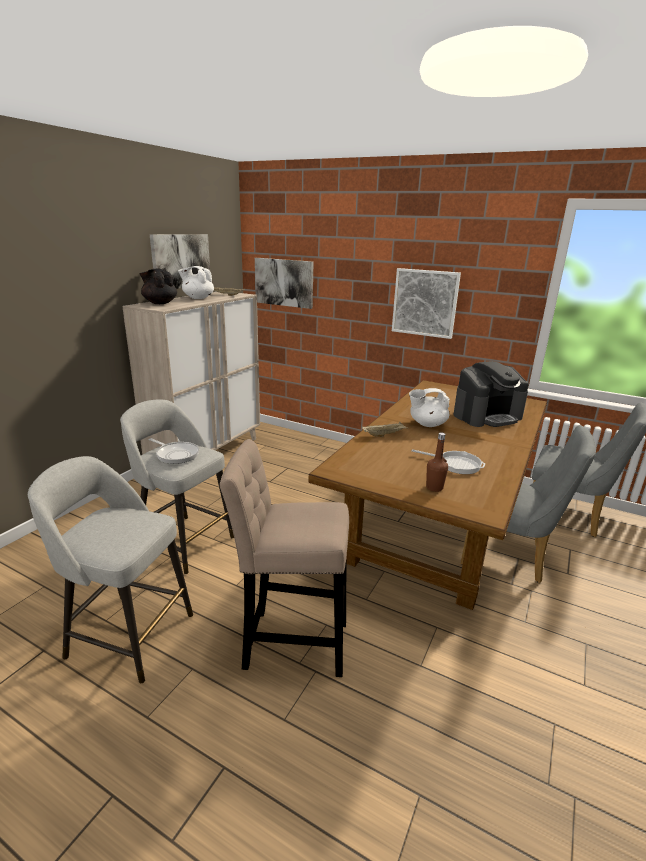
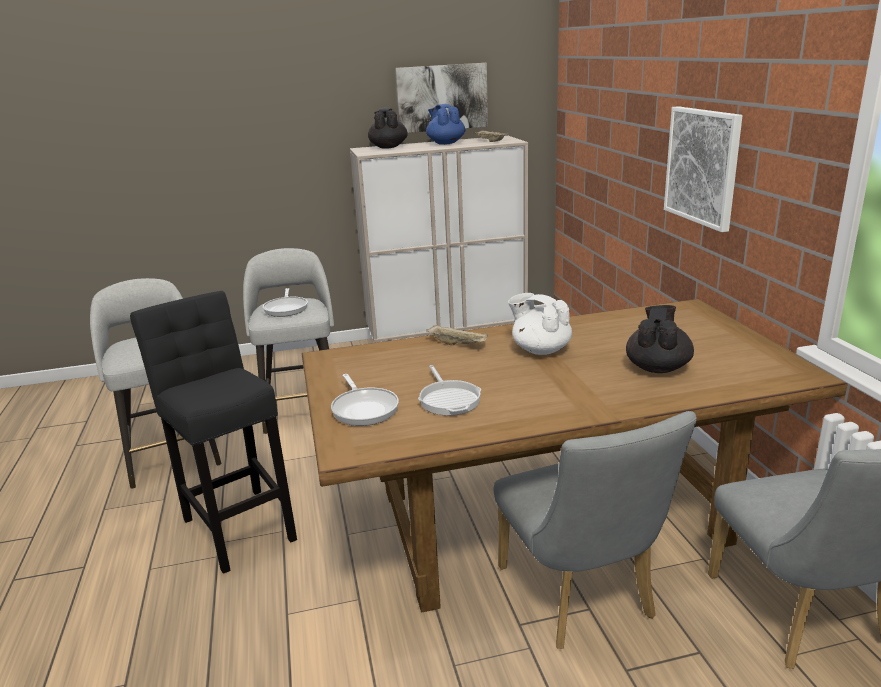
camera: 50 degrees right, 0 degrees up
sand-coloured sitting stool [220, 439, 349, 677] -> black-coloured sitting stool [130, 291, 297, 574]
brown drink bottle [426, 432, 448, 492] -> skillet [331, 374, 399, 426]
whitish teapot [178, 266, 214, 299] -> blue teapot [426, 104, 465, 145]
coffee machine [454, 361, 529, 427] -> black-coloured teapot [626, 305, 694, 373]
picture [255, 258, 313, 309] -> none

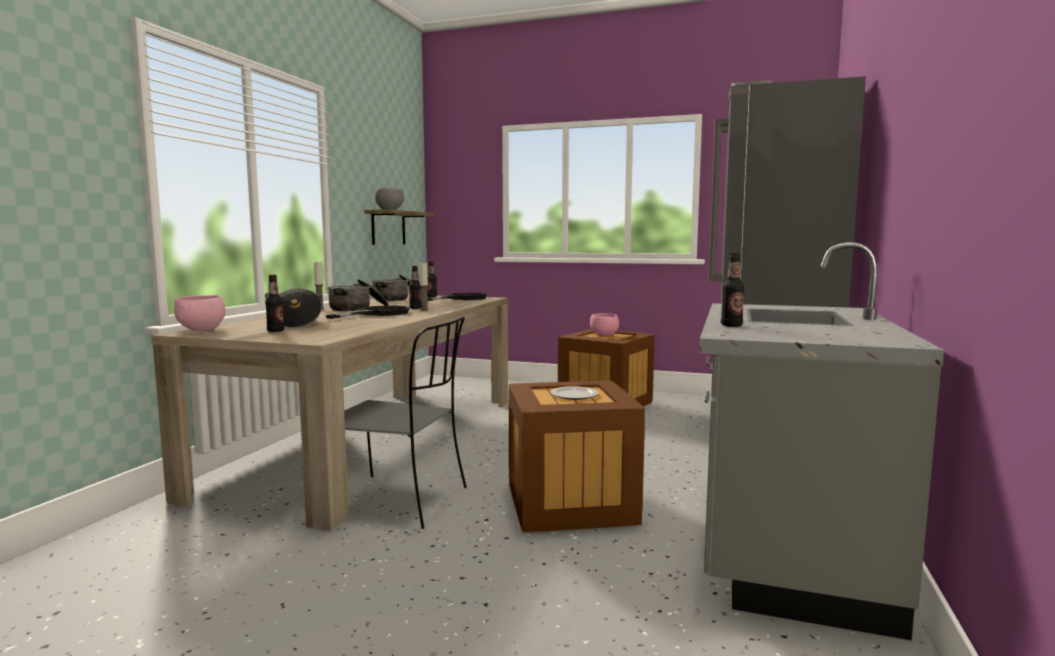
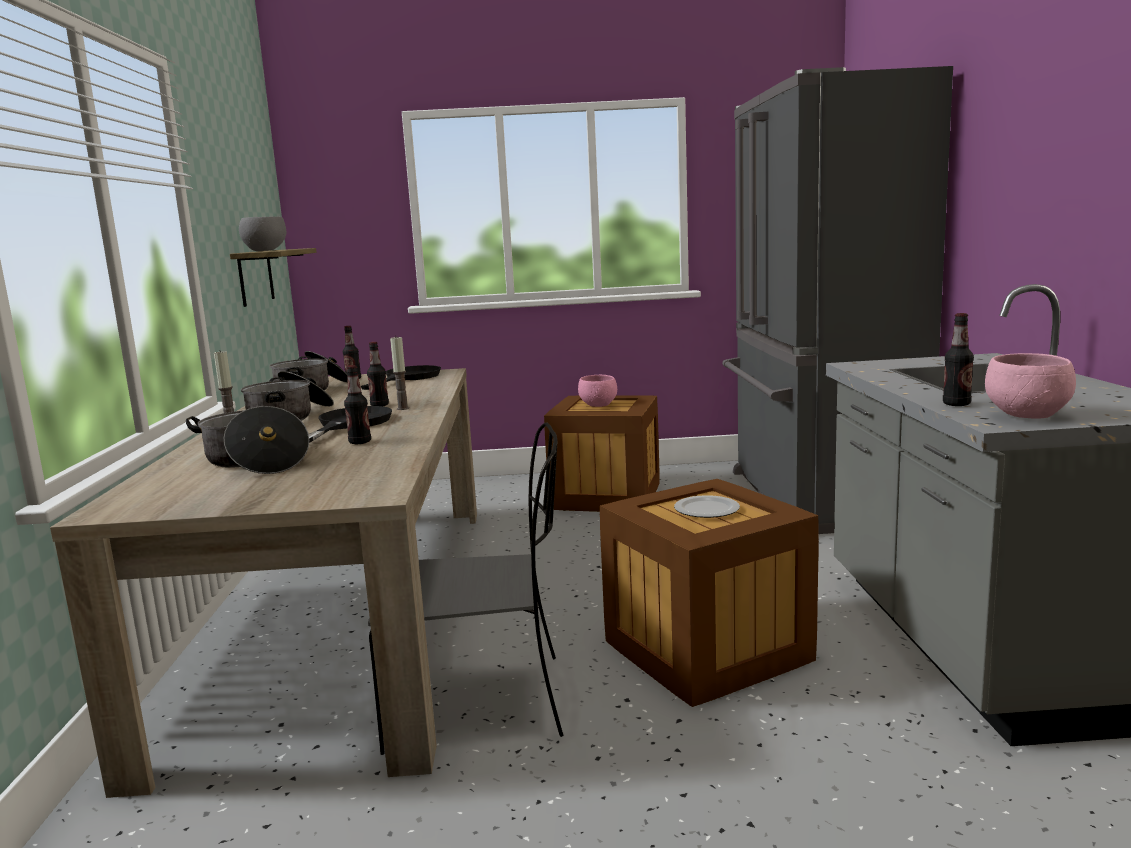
camera: 20 degrees left, 5 degrees up
drink bottle [265, 275, 284, 332] -> drink bottle [344, 365, 371, 444], shifted
pinkish bowl [174, 295, 226, 331] -> pinkish bowl [985, 353, 1076, 419], shifted

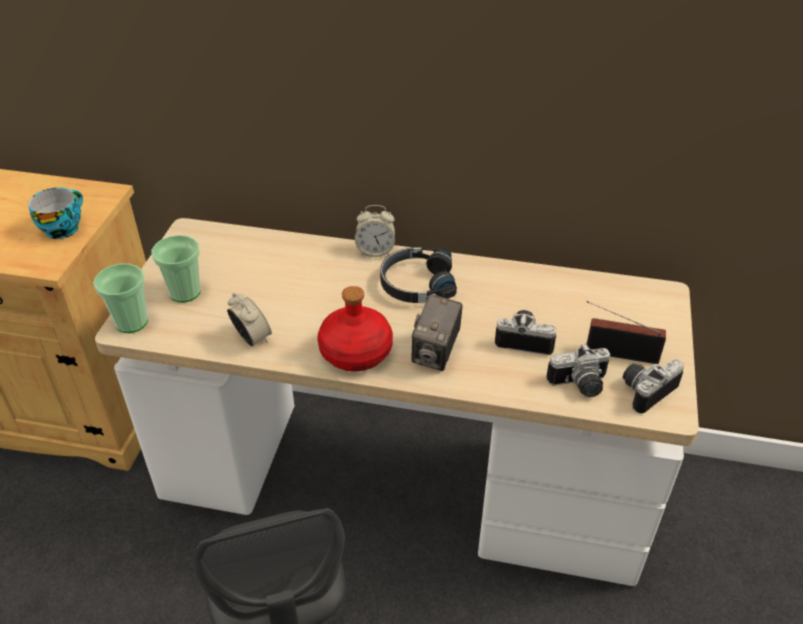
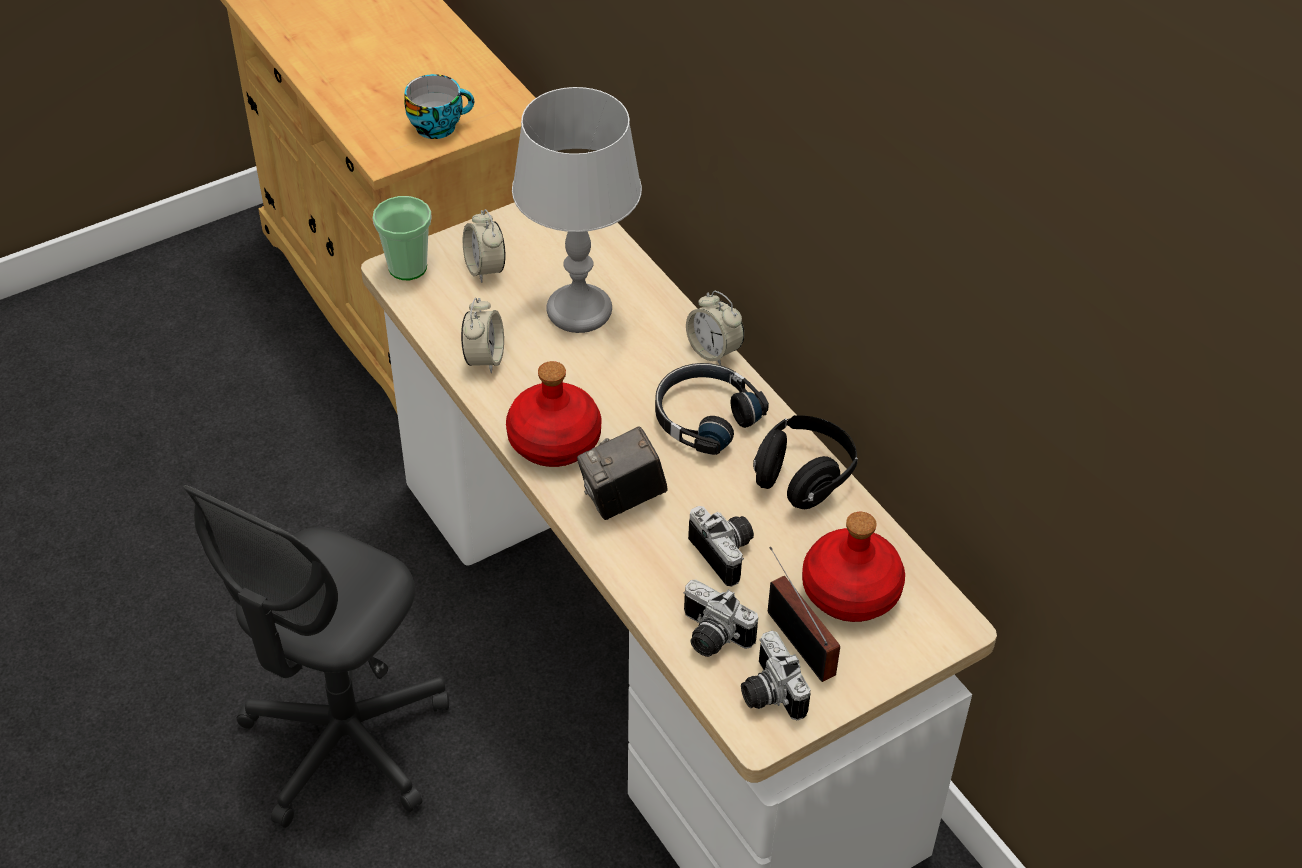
camera: 45 degrees right, 5 degrees up
drinking cup [152, 235, 201, 303] -> bedside clock [463, 209, 505, 283]
none -> greyish lamp for a table [512, 87, 642, 333]
photo camera [623, 359, 684, 414] -> photo camera [741, 631, 811, 721], 120 degrees counterclockwise
none -> black-coloured headset [753, 415, 858, 509]
none -> red drink bottle [802, 512, 905, 622]

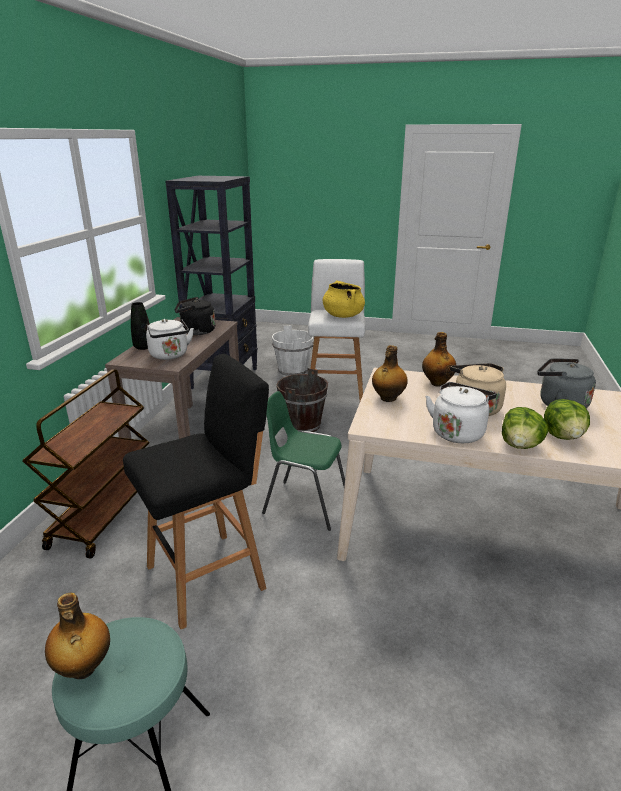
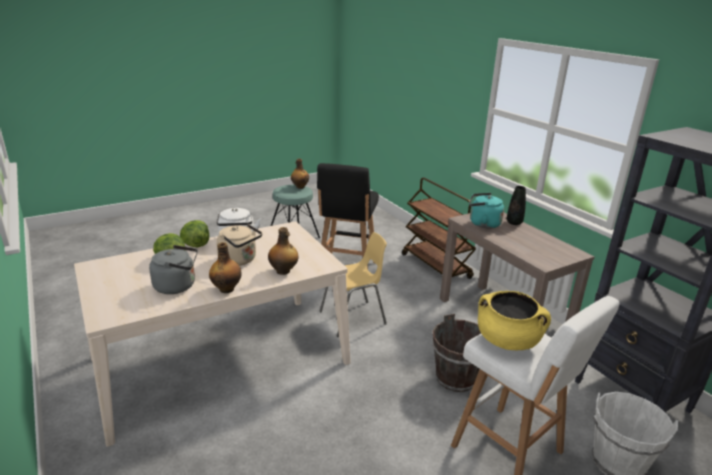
camera: 135 degrees right, 0 degrees up
drink bottle [372, 345, 408, 402] -> drink bottle [209, 242, 241, 293], shifted
greenish chair [262, 391, 345, 531] -> yellow chair [319, 232, 387, 337]
whitish tea kettle [146, 319, 194, 360] -> turquoise-coloured tea kettle [469, 193, 504, 229]
black-coloured tea kettle [175, 297, 216, 335] -> none

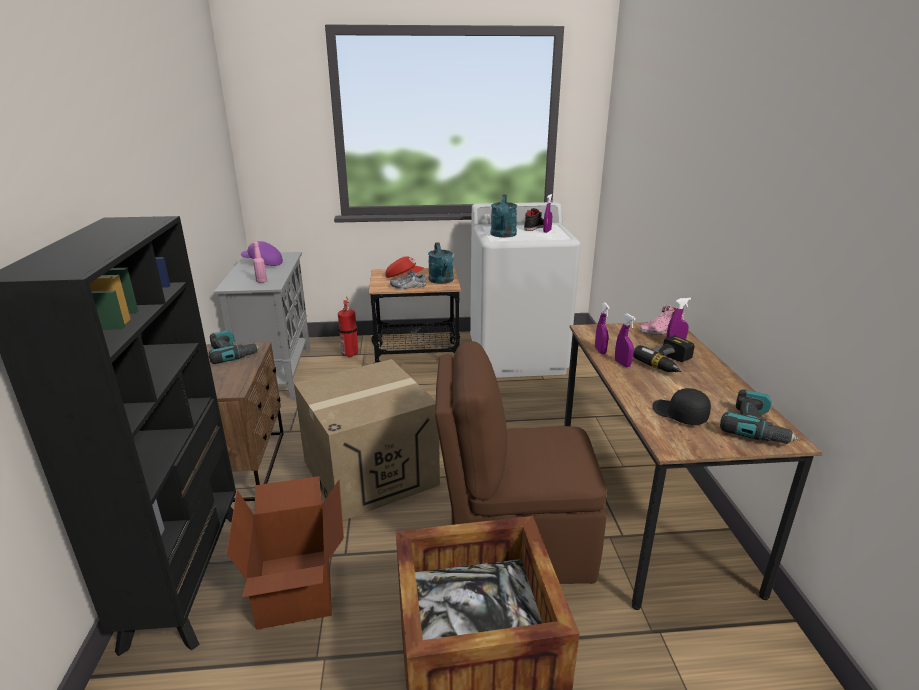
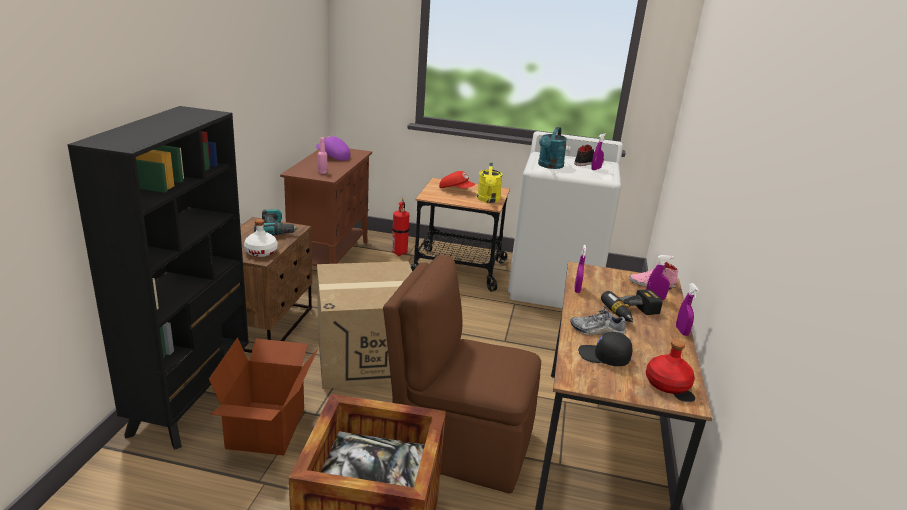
camera: 15 degrees right, 0 degrees up
none -> whitish drink bottle [244, 219, 278, 257]
greyish cupboard [214, 252, 310, 400] -> brown cupboard [280, 148, 372, 266]
turquoise-coloured watering pot [428, 242, 454, 284] -> yellow watering pot [477, 163, 503, 203]
item of footwear [390, 268, 427, 290] -> item of footwear [570, 306, 625, 335], shifted
black-coloured peaked cap [653, 388, 711, 425] -> black-coloured peaked cap [578, 332, 633, 366], 45 degrees counterclockwise
drill [720, 389, 800, 444] -> red drink bottle [646, 339, 695, 394]
purple-coloured hand sprayer [615, 314, 636, 367] -> purple-coloured hand sprayer [676, 283, 699, 336], shifted

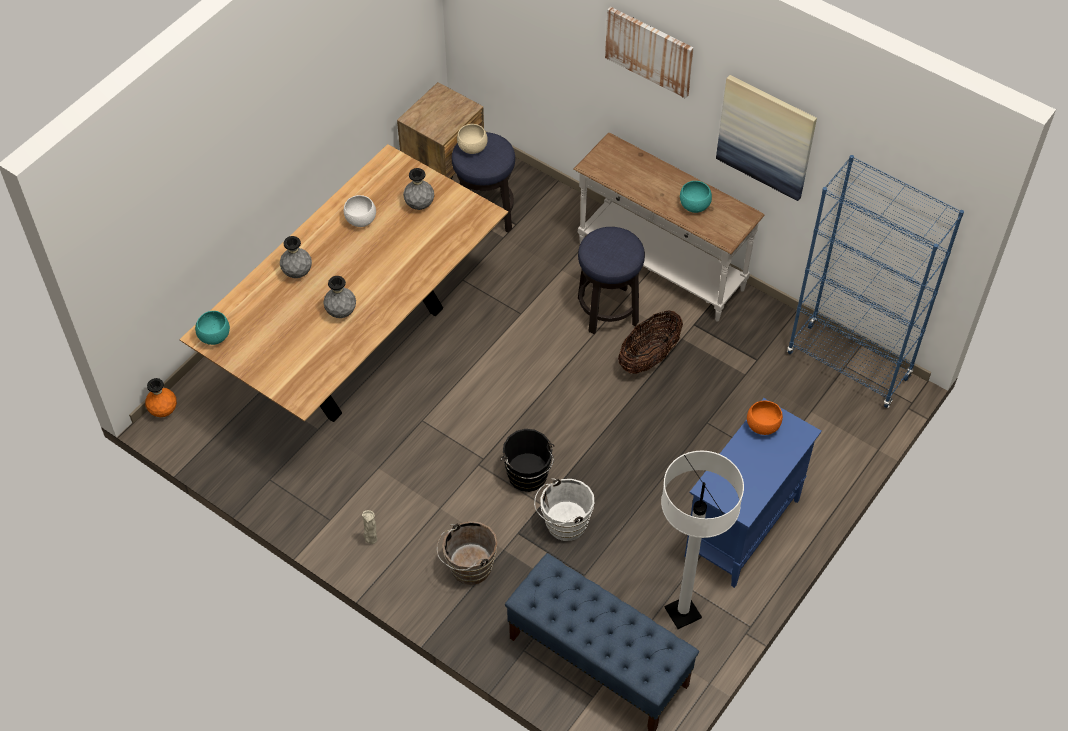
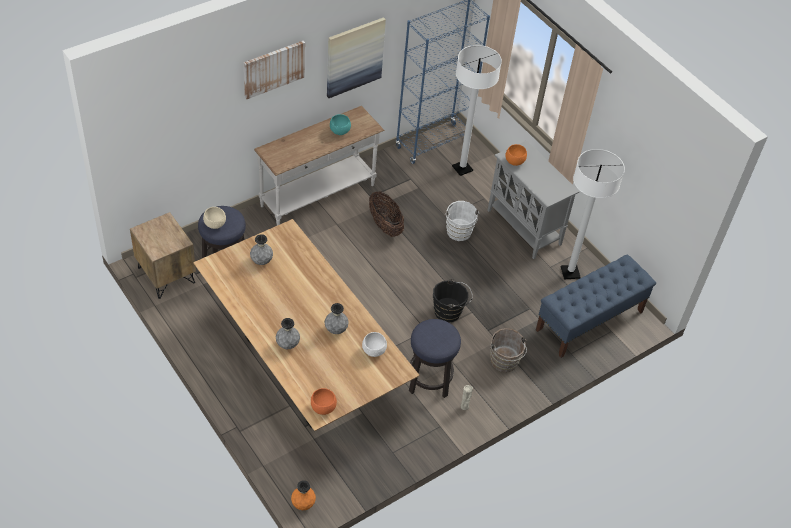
camera: 75 degrees left, 5 degrees down
turquoise-coloured bowl [195, 311, 230, 345] -> orange-coloured bowl [311, 388, 337, 415]
whitish bowl [344, 195, 376, 227] -> whitish bowl [362, 332, 387, 357], shifted
sitting stool [578, 227, 645, 334] -> sitting stool [409, 319, 461, 398], shifted
whitish water bucket [534, 478, 594, 541] -> whitish water bucket [445, 201, 479, 241], shifted
none -> whitish floor lamp [452, 45, 502, 176]
blue cupboard [684, 398, 822, 588] -> greyish cupboard [487, 140, 579, 259]

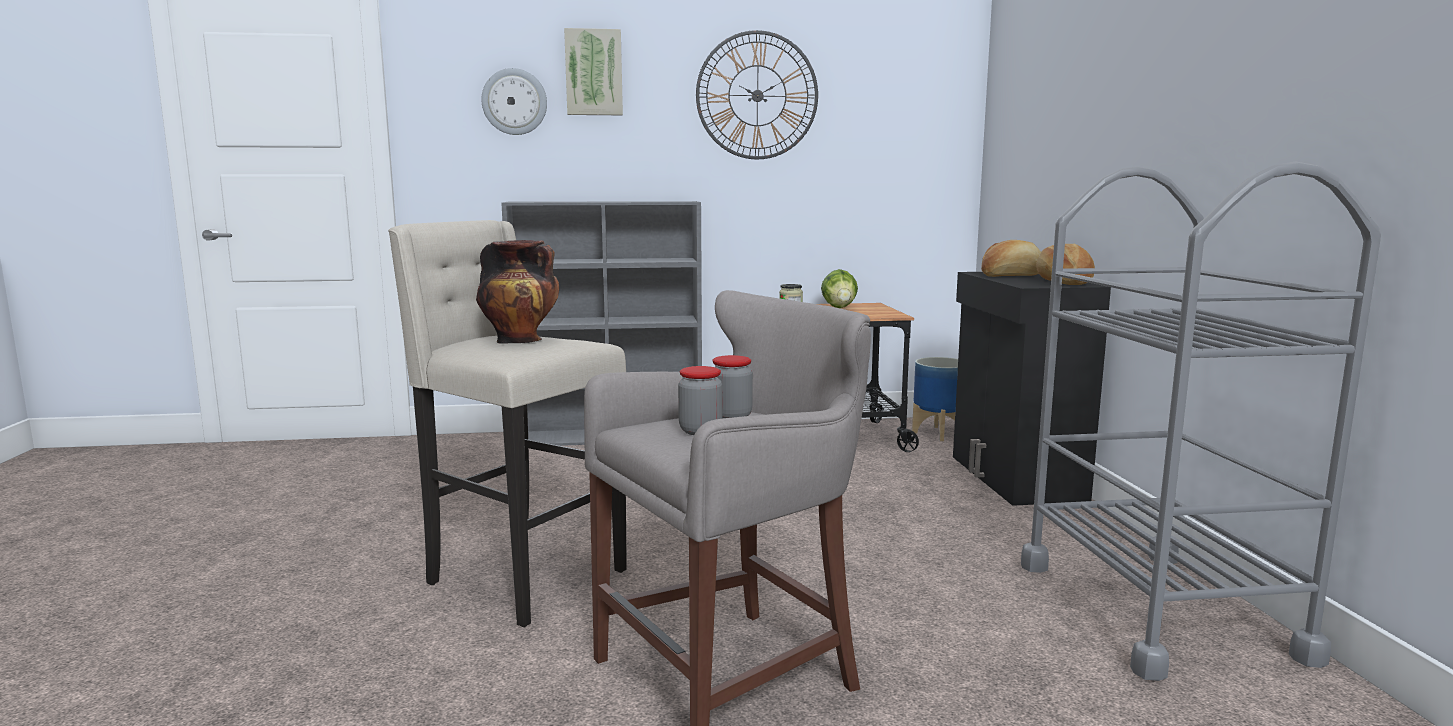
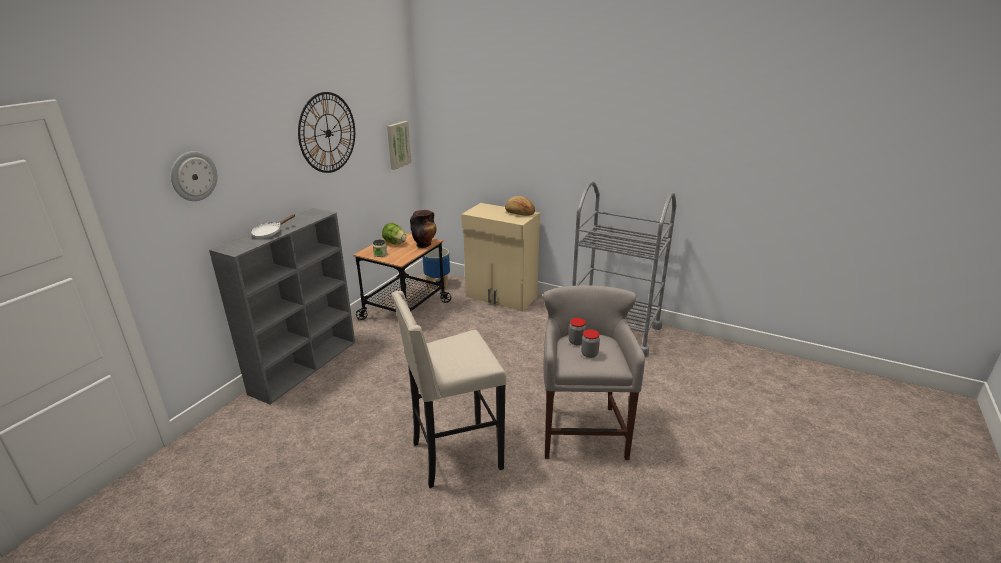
camera: 55 degrees left, 15 degrees up
none -> whitish skillet [251, 214, 295, 238]
picture [564, 28, 623, 115] -> picture [387, 121, 411, 170], shifted
flower vase [476, 240, 559, 344] -> flower vase [410, 210, 437, 248], shifted
black-coloured cupboard [953, 272, 1111, 506] -> sand-coloured cupboard [461, 203, 540, 311]
baked bread [981, 240, 1041, 277] -> none

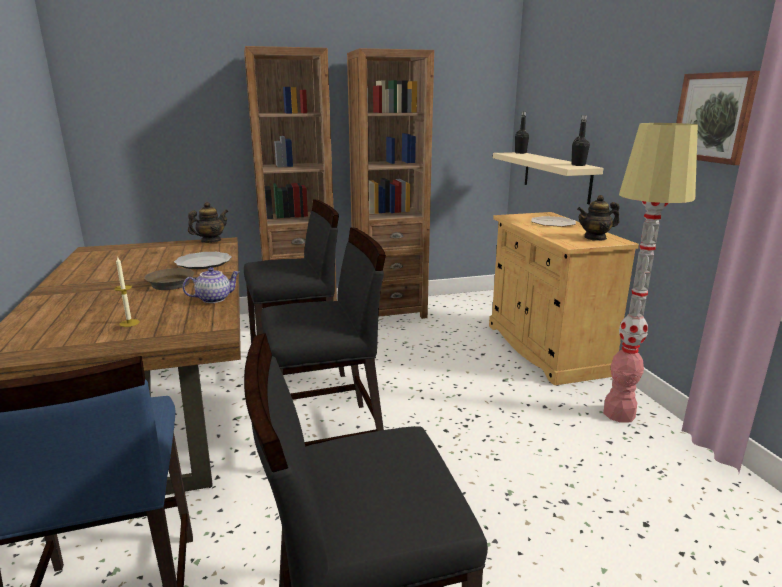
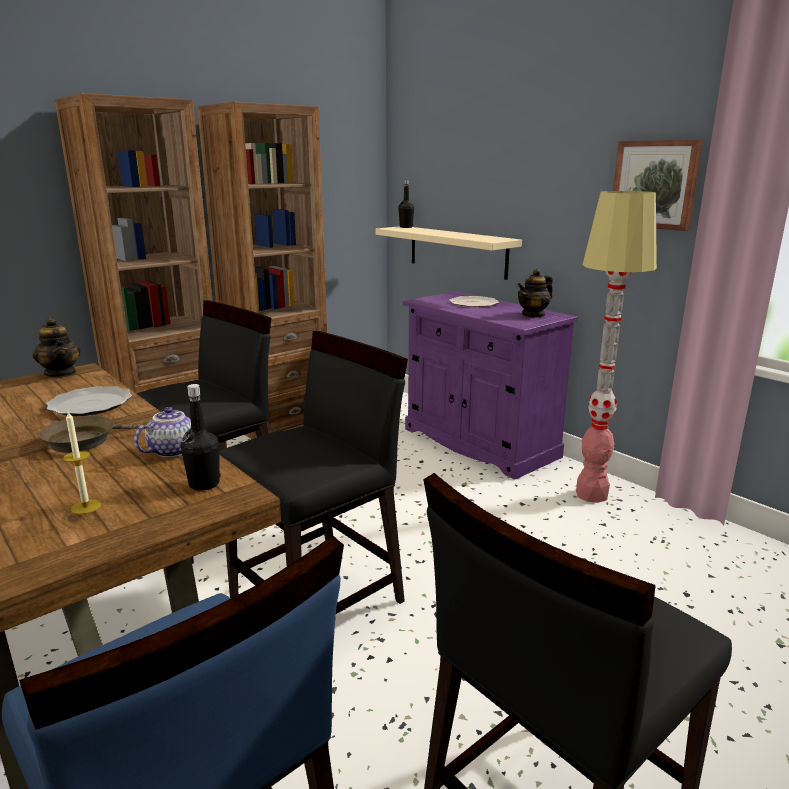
camera: 25 degrees left, 0 degrees up
teapot [188, 202, 228, 243] -> teapot [33, 317, 81, 377], 120 degrees clockwise
black-coloured drink bottle [572, 115, 590, 166] -> black-coloured drink bottle [181, 384, 220, 491], shifted
sand-coloured cupboard [489, 212, 639, 385] -> purple-coloured cupboard [403, 291, 578, 479]

